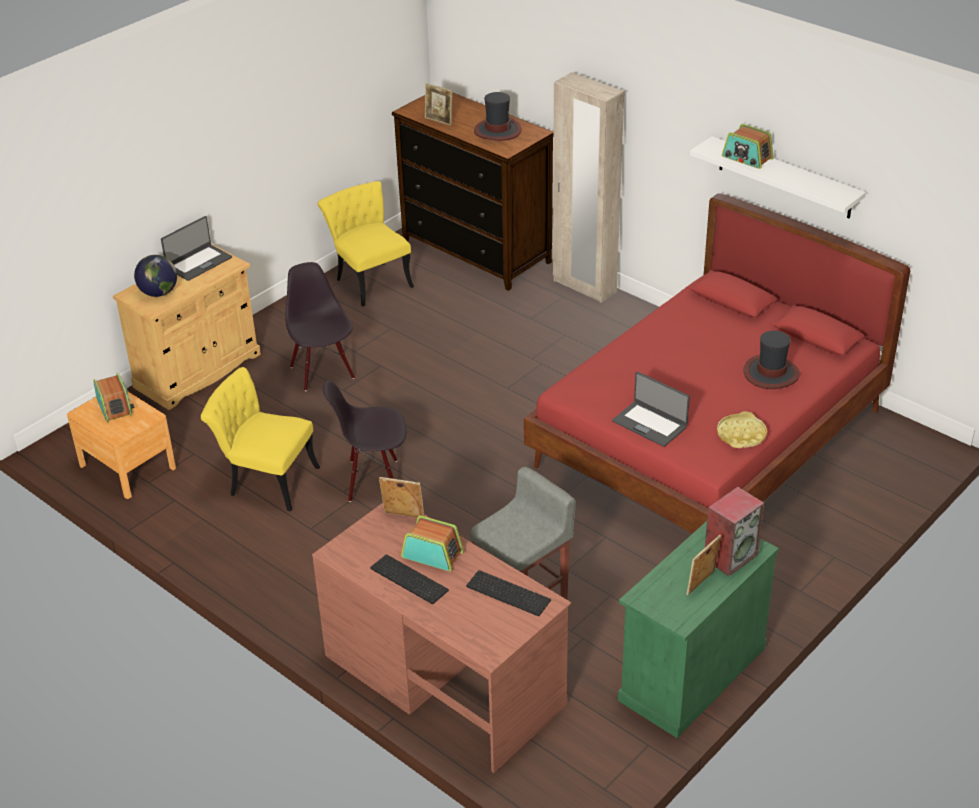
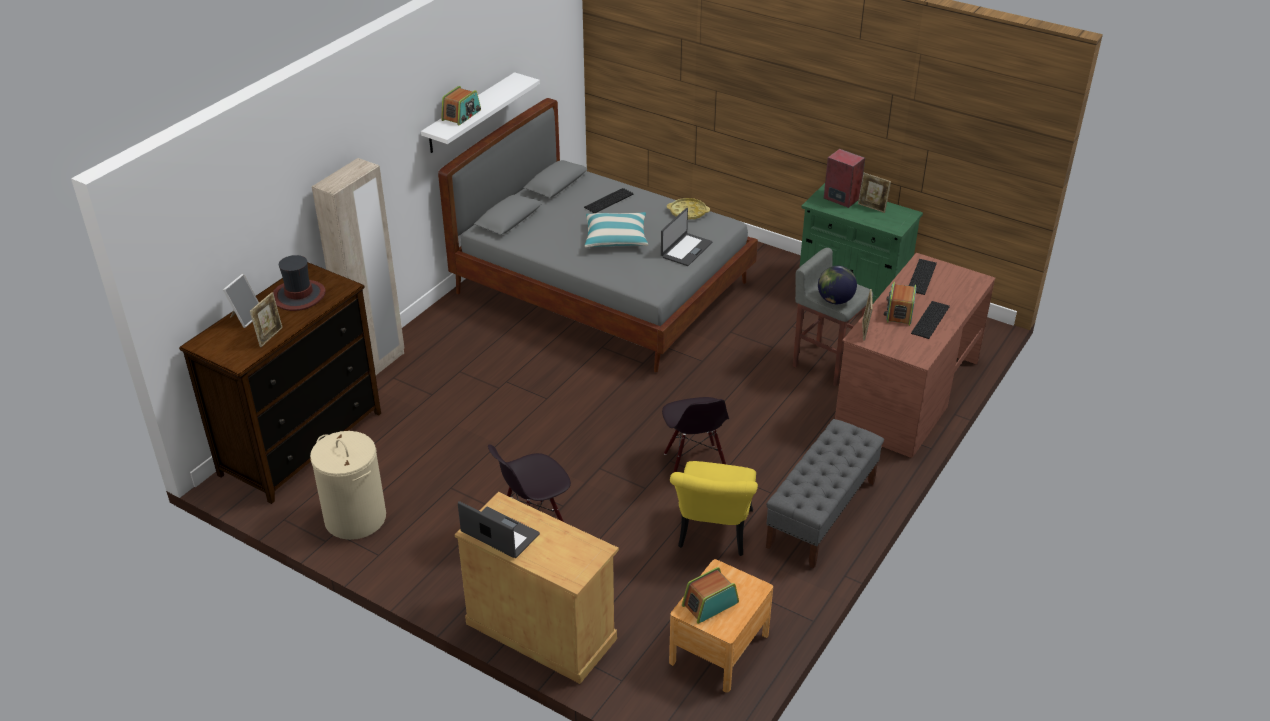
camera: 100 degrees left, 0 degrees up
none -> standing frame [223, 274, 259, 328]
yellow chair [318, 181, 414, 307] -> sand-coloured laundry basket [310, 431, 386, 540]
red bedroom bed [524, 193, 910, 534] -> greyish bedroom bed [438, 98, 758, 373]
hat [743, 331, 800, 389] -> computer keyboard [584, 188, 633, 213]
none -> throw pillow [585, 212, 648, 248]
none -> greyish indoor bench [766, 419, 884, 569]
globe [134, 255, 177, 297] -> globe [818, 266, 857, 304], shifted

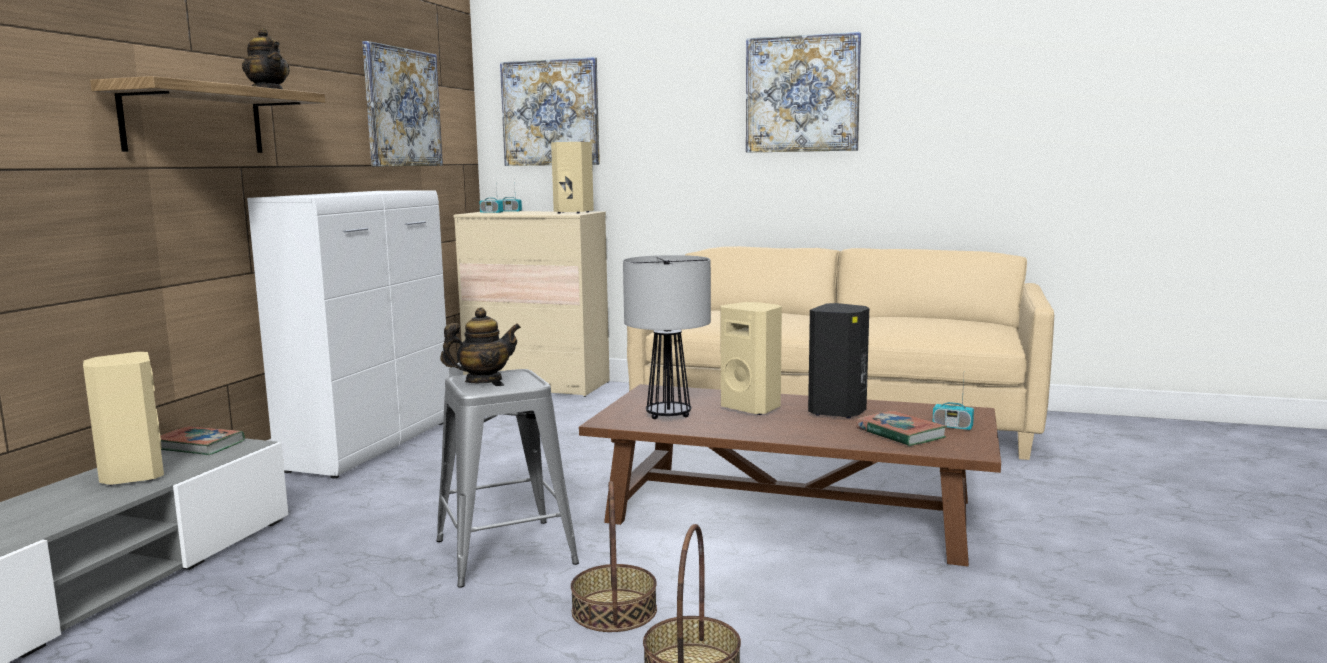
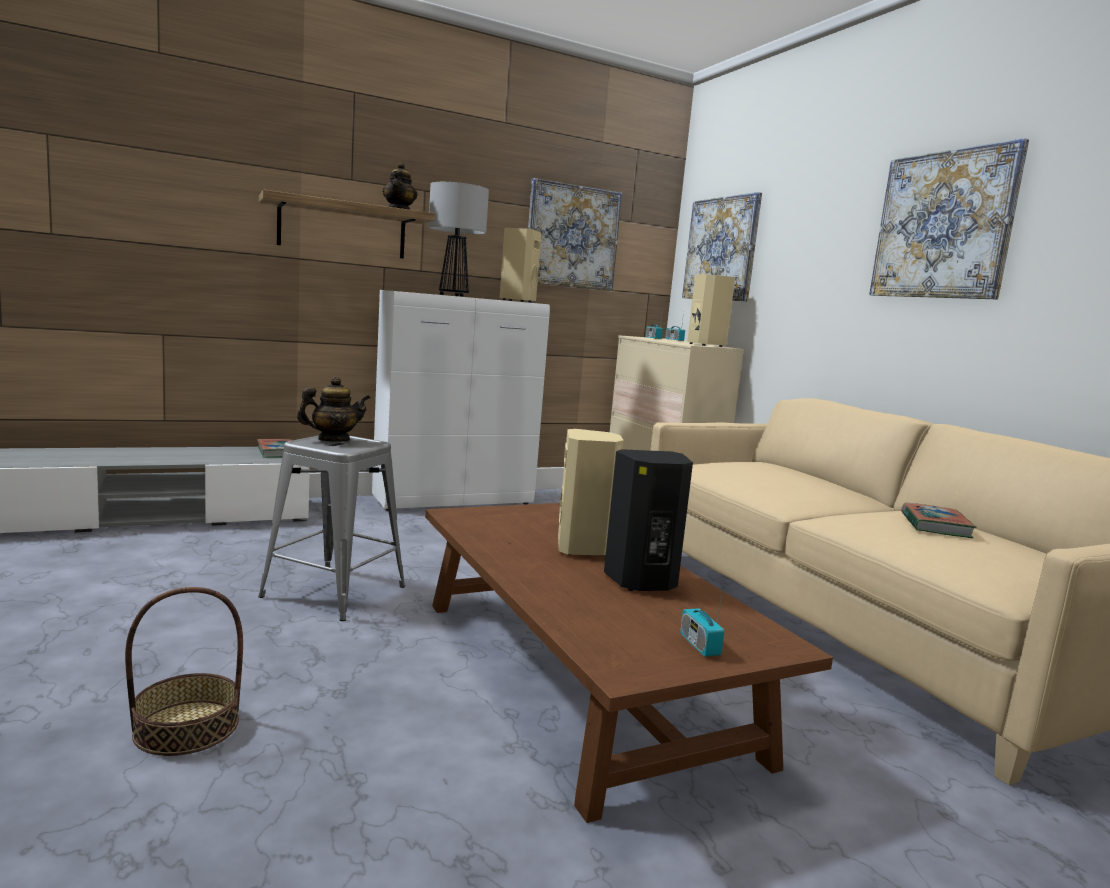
camera: 45 degrees right, 0 degrees up
teapot [440, 307, 521, 383] -> teapot [297, 377, 370, 442], 45 degrees counterclockwise
lamp for a table [623, 255, 711, 419] -> lamp for a table [428, 182, 489, 296], shifted
sand-coloured loudspeaker [83, 352, 164, 486] -> sand-coloured loudspeaker [500, 228, 541, 302], shifted
book [856, 411, 947, 446] -> book [901, 503, 977, 538], shifted
basket [571, 481, 657, 632] -> none

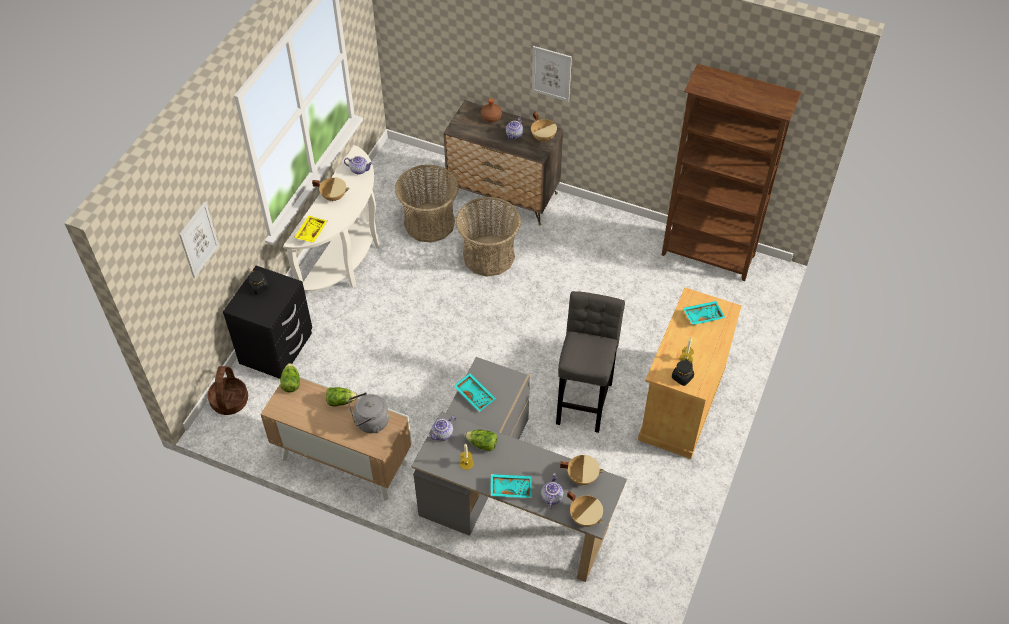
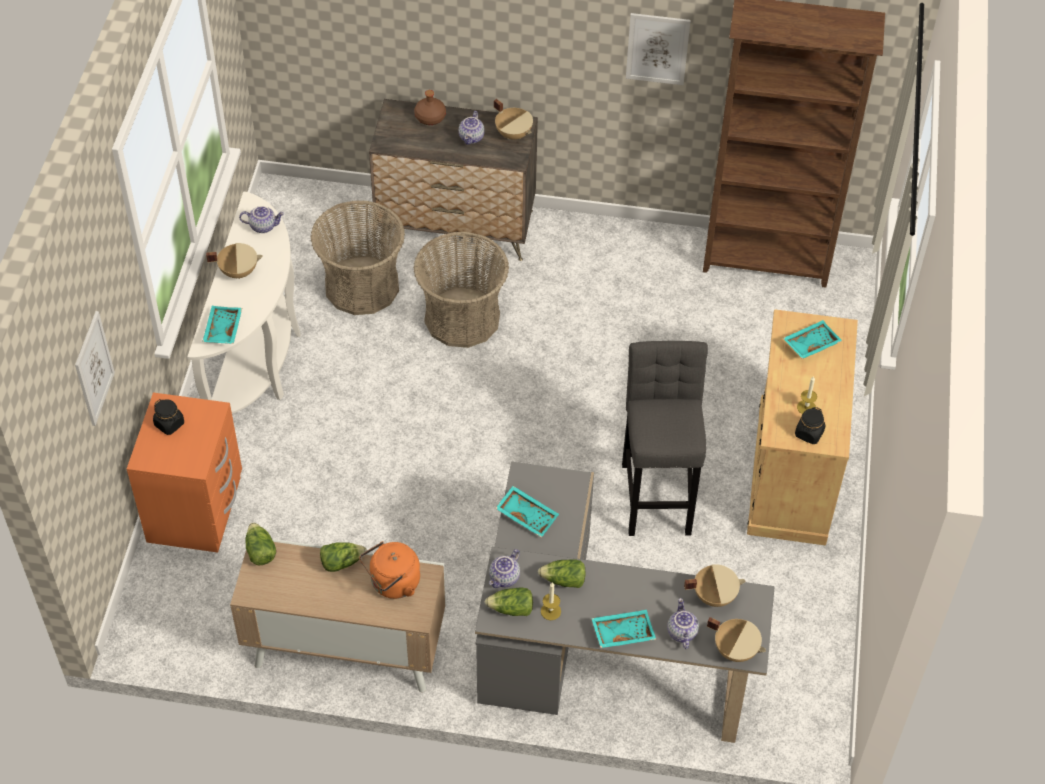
camera: 15 degrees left, 0 degrees up
black-coloured nightstand [223, 265, 312, 379] -> orange-coloured nightstand [127, 392, 242, 553]
yellow carrying tray [294, 216, 327, 243] -> turquoise-coloured carrying tray [202, 306, 242, 344]
greyish tea kettle [348, 392, 389, 433] -> orange-coloured tea kettle [359, 541, 420, 599]
none -> lettuce head [485, 587, 533, 616]
picture [532, 46, 572, 102] -> picture [626, 13, 691, 85], shifted
basket [207, 366, 248, 415] -> none

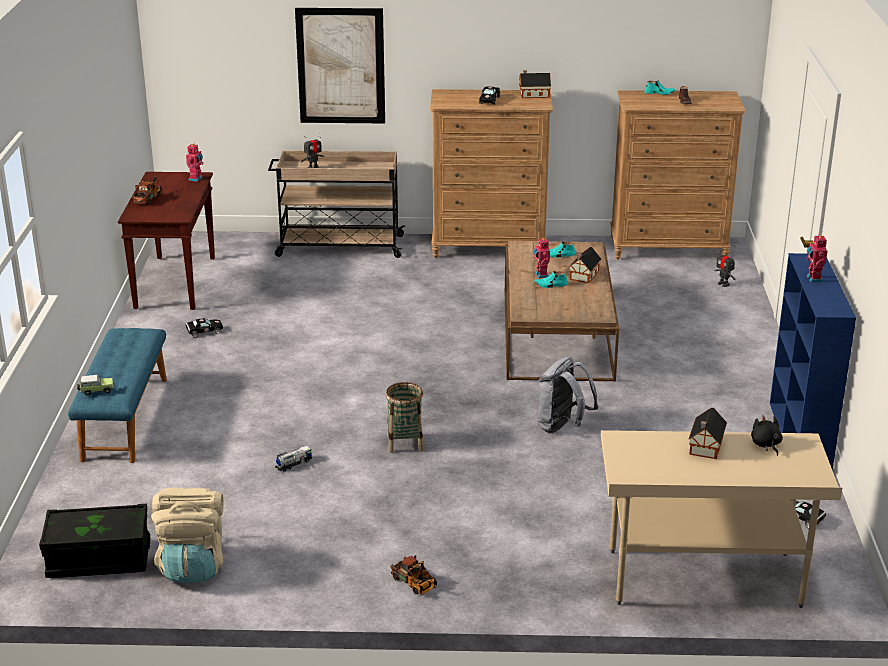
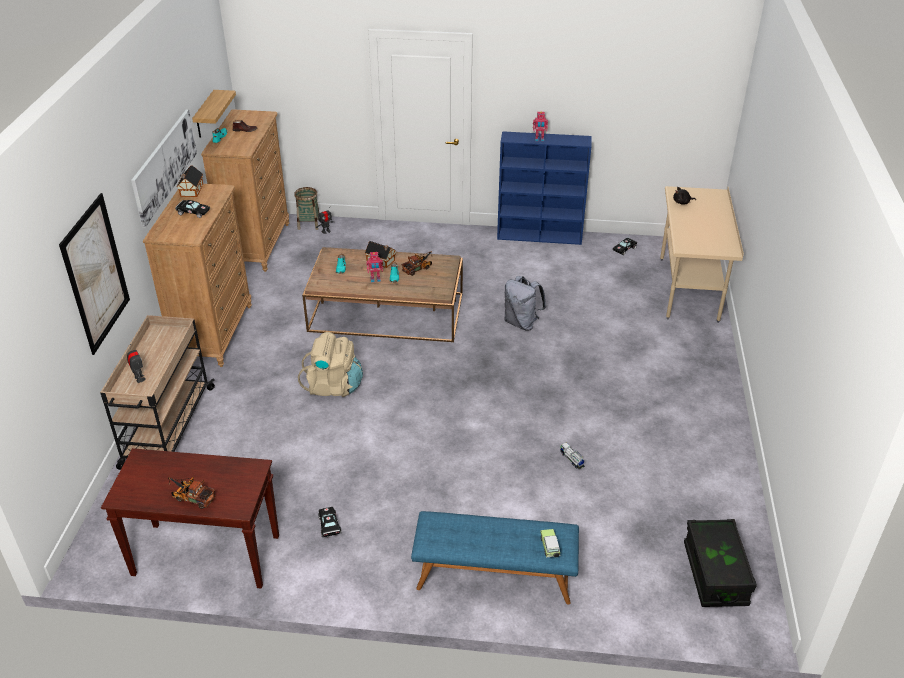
camera: 85 degrees left, 10 degrees up
none -> picture [131, 110, 197, 227]
none -> shelf [192, 90, 236, 138]
basket [386, 382, 423, 453] -> basket [294, 187, 319, 230], shifted
sand-coloured rucksack [151, 487, 224, 583] -> sand-coloured rucksack [298, 332, 363, 397], shifted
toy lorry [390, 555, 437, 595] -> toy lorry [402, 251, 433, 276], shifted
model robot [186, 144, 204, 182] -> none
miniature house [688, 408, 727, 459] -> none

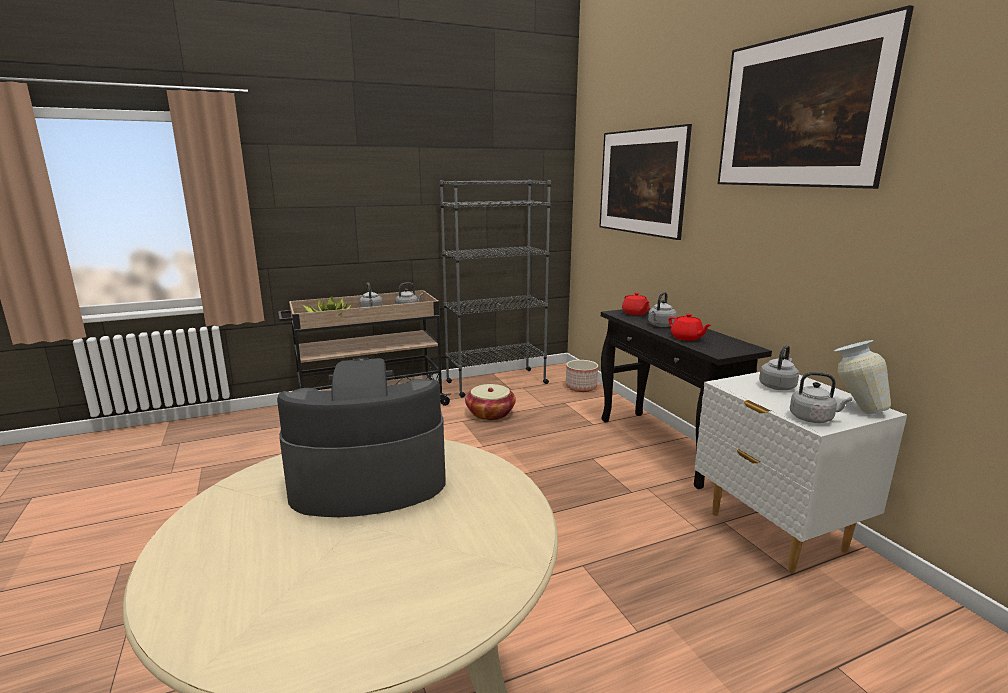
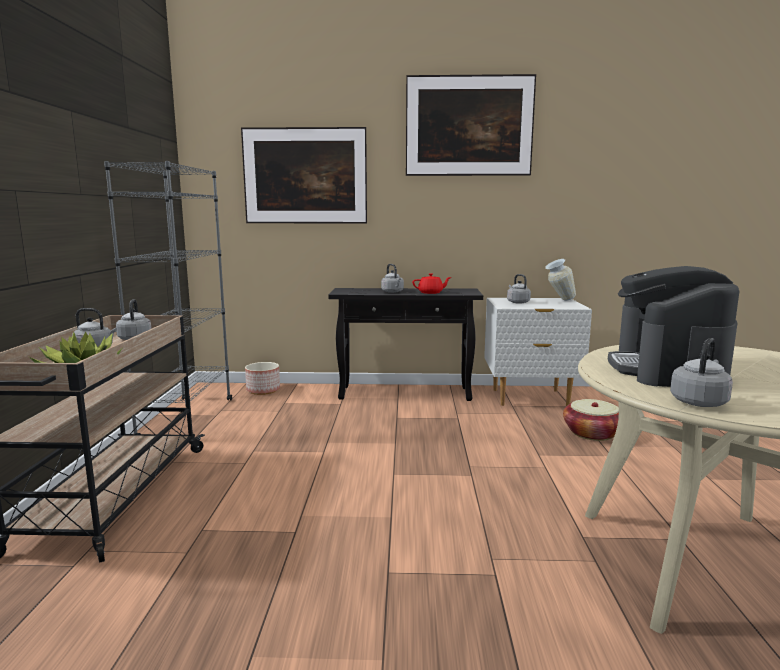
camera: 65 degrees left, 5 degrees down
basket [465, 384, 516, 420] -> basket [563, 399, 619, 441], shifted
greyish tea kettle [790, 372, 852, 423] -> greyish tea kettle [670, 338, 733, 407], shifted
red teapot [622, 292, 650, 315] -> none

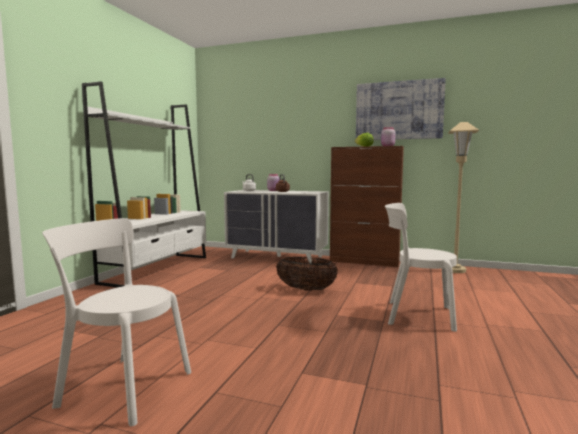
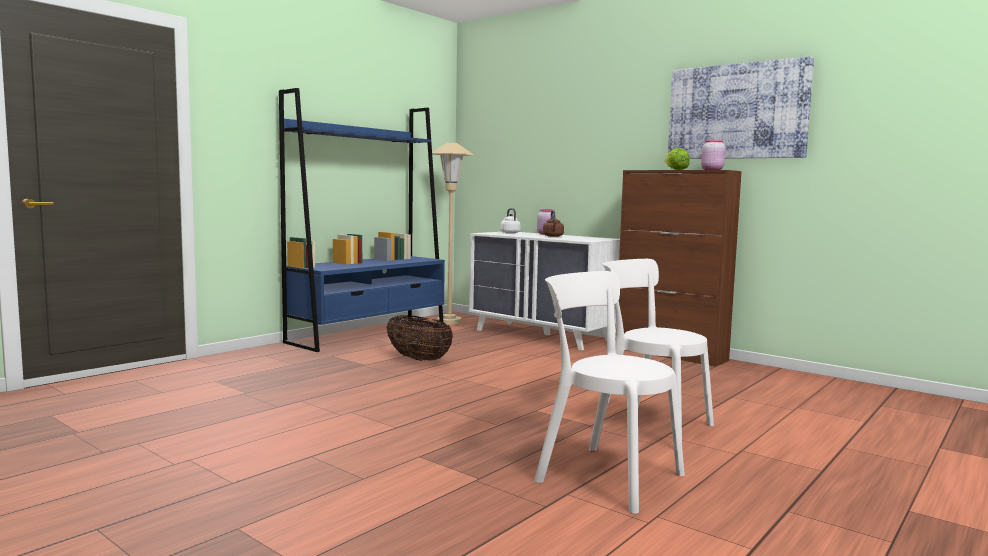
camera: 20 degrees right, 0 degrees up
whitish shelving unit [82, 81, 206, 288] -> blue shelving unit [279, 88, 445, 352]
basket [276, 257, 338, 291] -> basket [387, 315, 453, 361], shifted
sand-coloured floor lamp [448, 122, 479, 273] -> sand-coloured floor lamp [432, 143, 474, 324], shifted
whitish chair [42, 218, 191, 426] -> whitish chair [534, 271, 685, 514], shifted

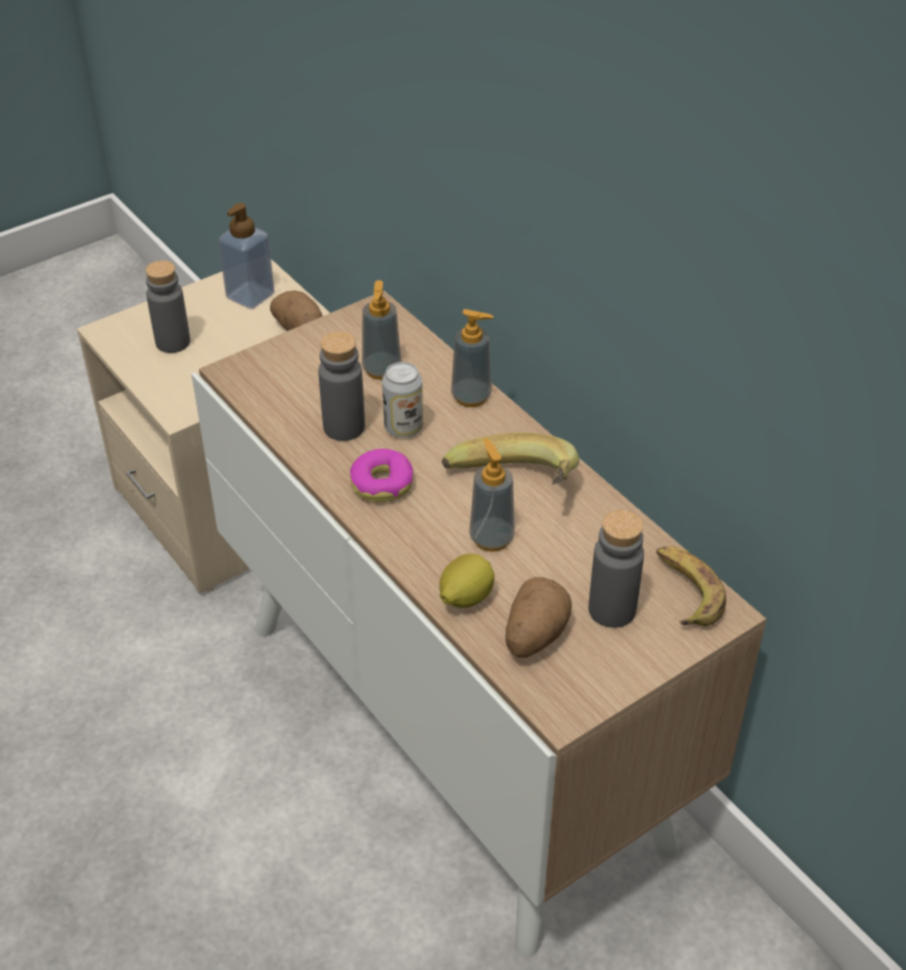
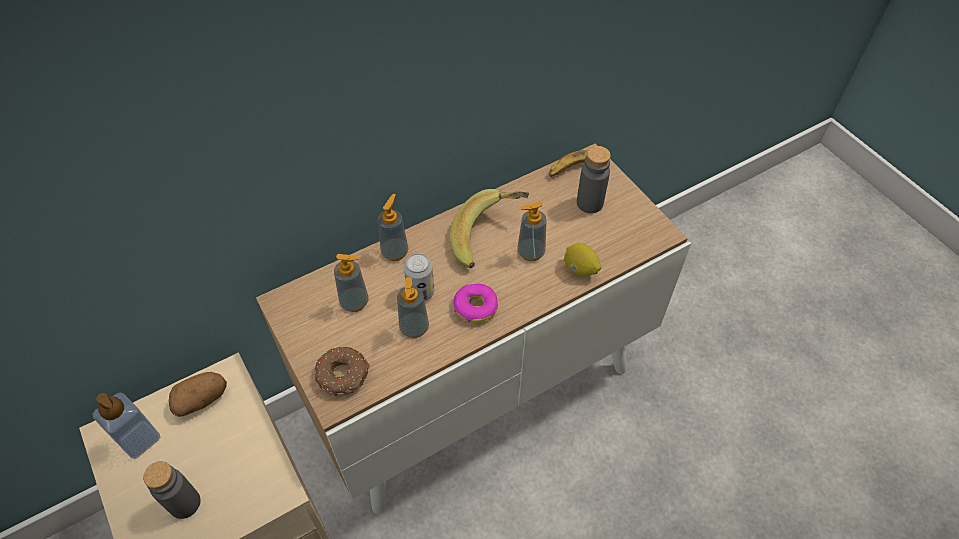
camera: 85 degrees left, 10 degrees up
none -> ring doughnut [315, 347, 370, 396]
greyish drink bottle [318, 331, 365, 441] -> liquid soap bottle [397, 277, 429, 338]
potato [506, 577, 572, 658] -> none

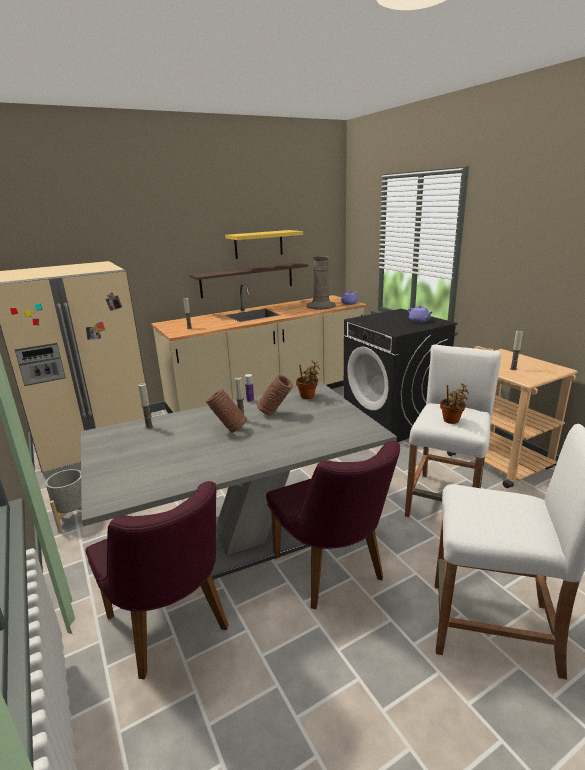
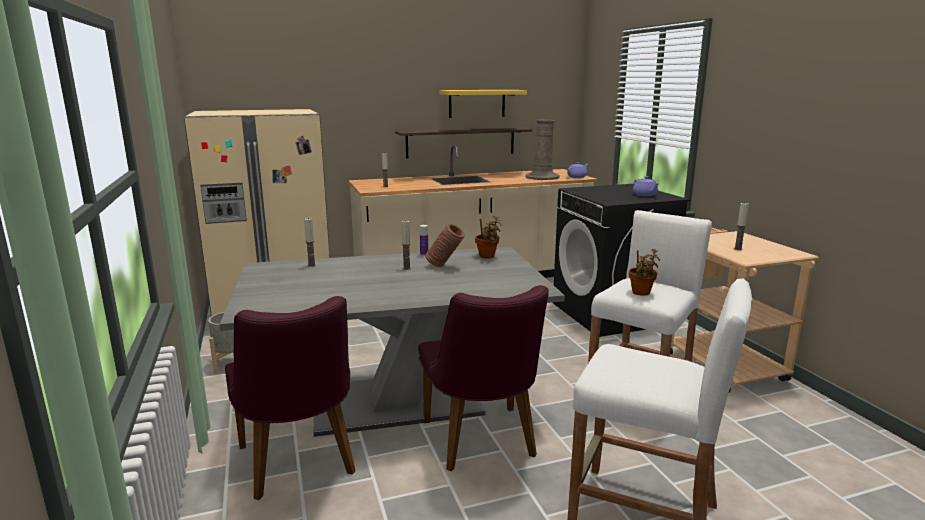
camera: 10 degrees right, 5 degrees down
brown flower vase [206, 389, 247, 432] -> none

